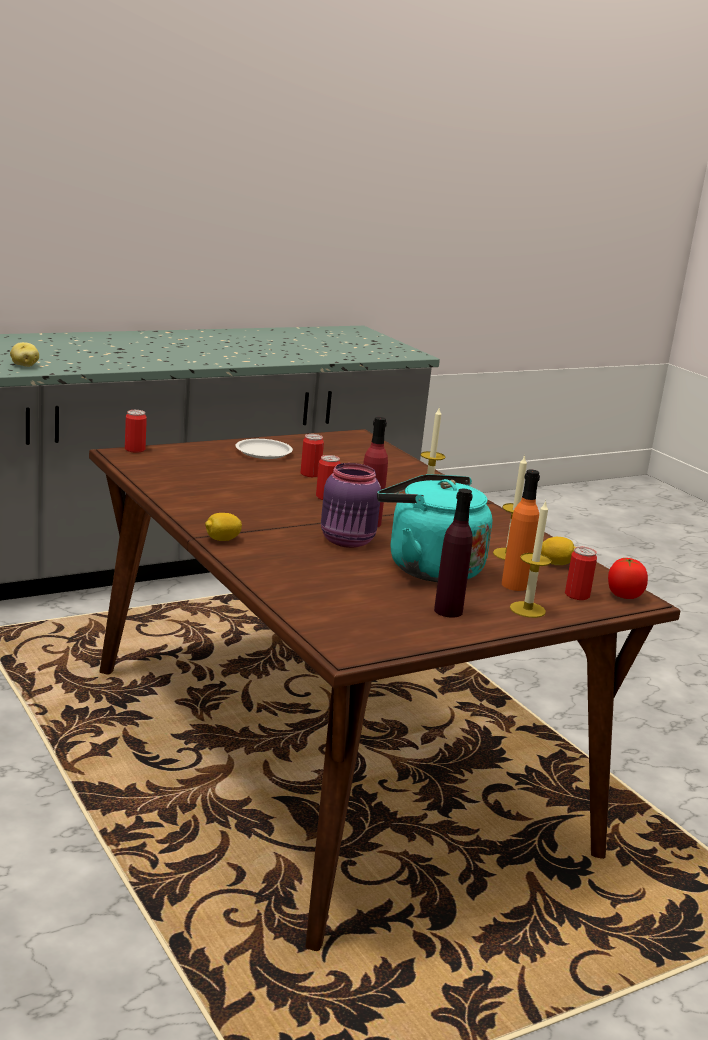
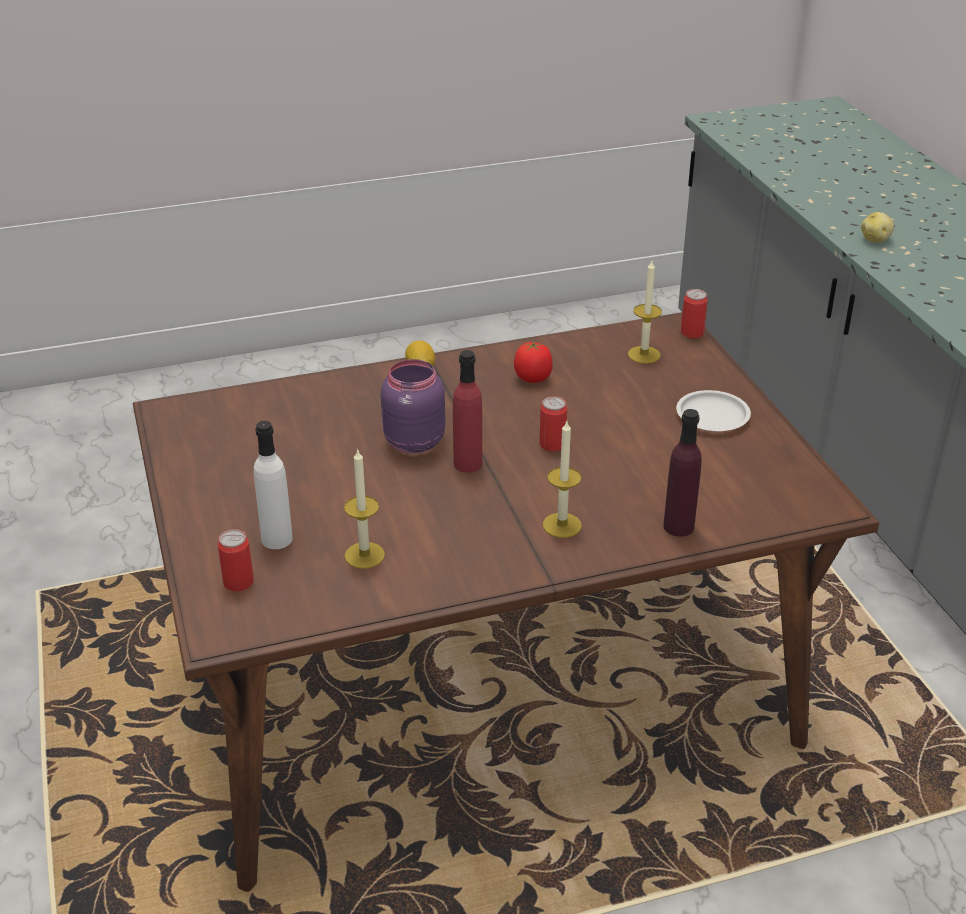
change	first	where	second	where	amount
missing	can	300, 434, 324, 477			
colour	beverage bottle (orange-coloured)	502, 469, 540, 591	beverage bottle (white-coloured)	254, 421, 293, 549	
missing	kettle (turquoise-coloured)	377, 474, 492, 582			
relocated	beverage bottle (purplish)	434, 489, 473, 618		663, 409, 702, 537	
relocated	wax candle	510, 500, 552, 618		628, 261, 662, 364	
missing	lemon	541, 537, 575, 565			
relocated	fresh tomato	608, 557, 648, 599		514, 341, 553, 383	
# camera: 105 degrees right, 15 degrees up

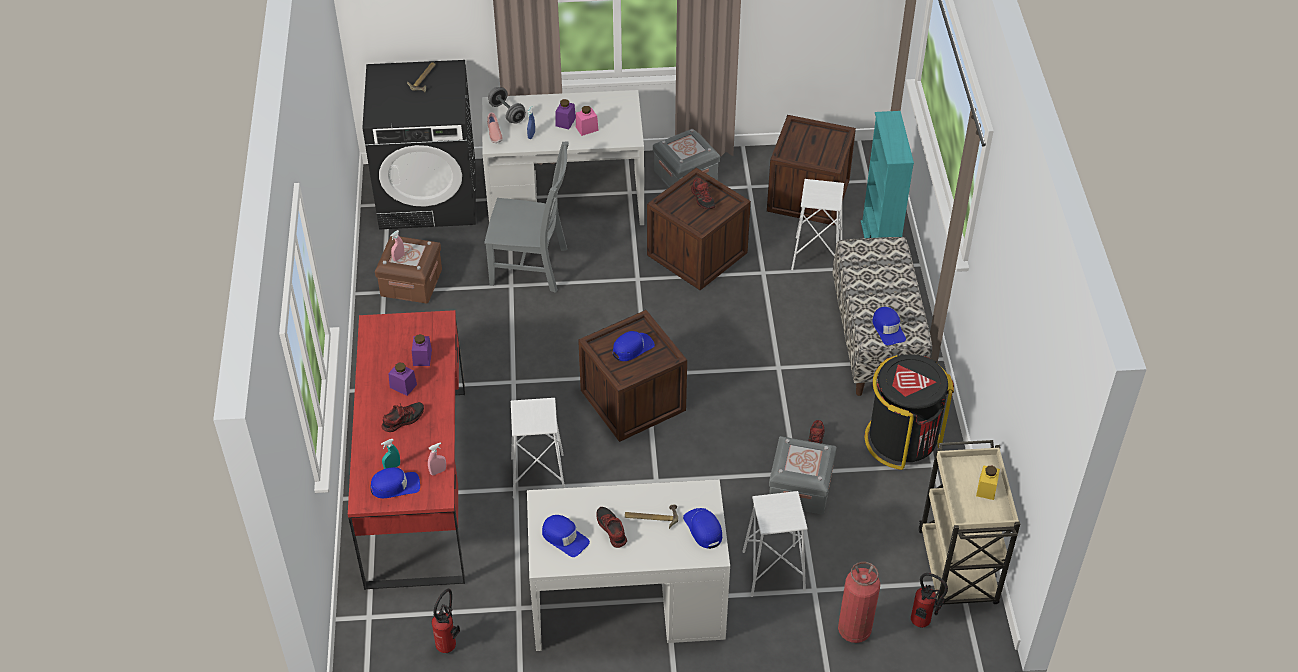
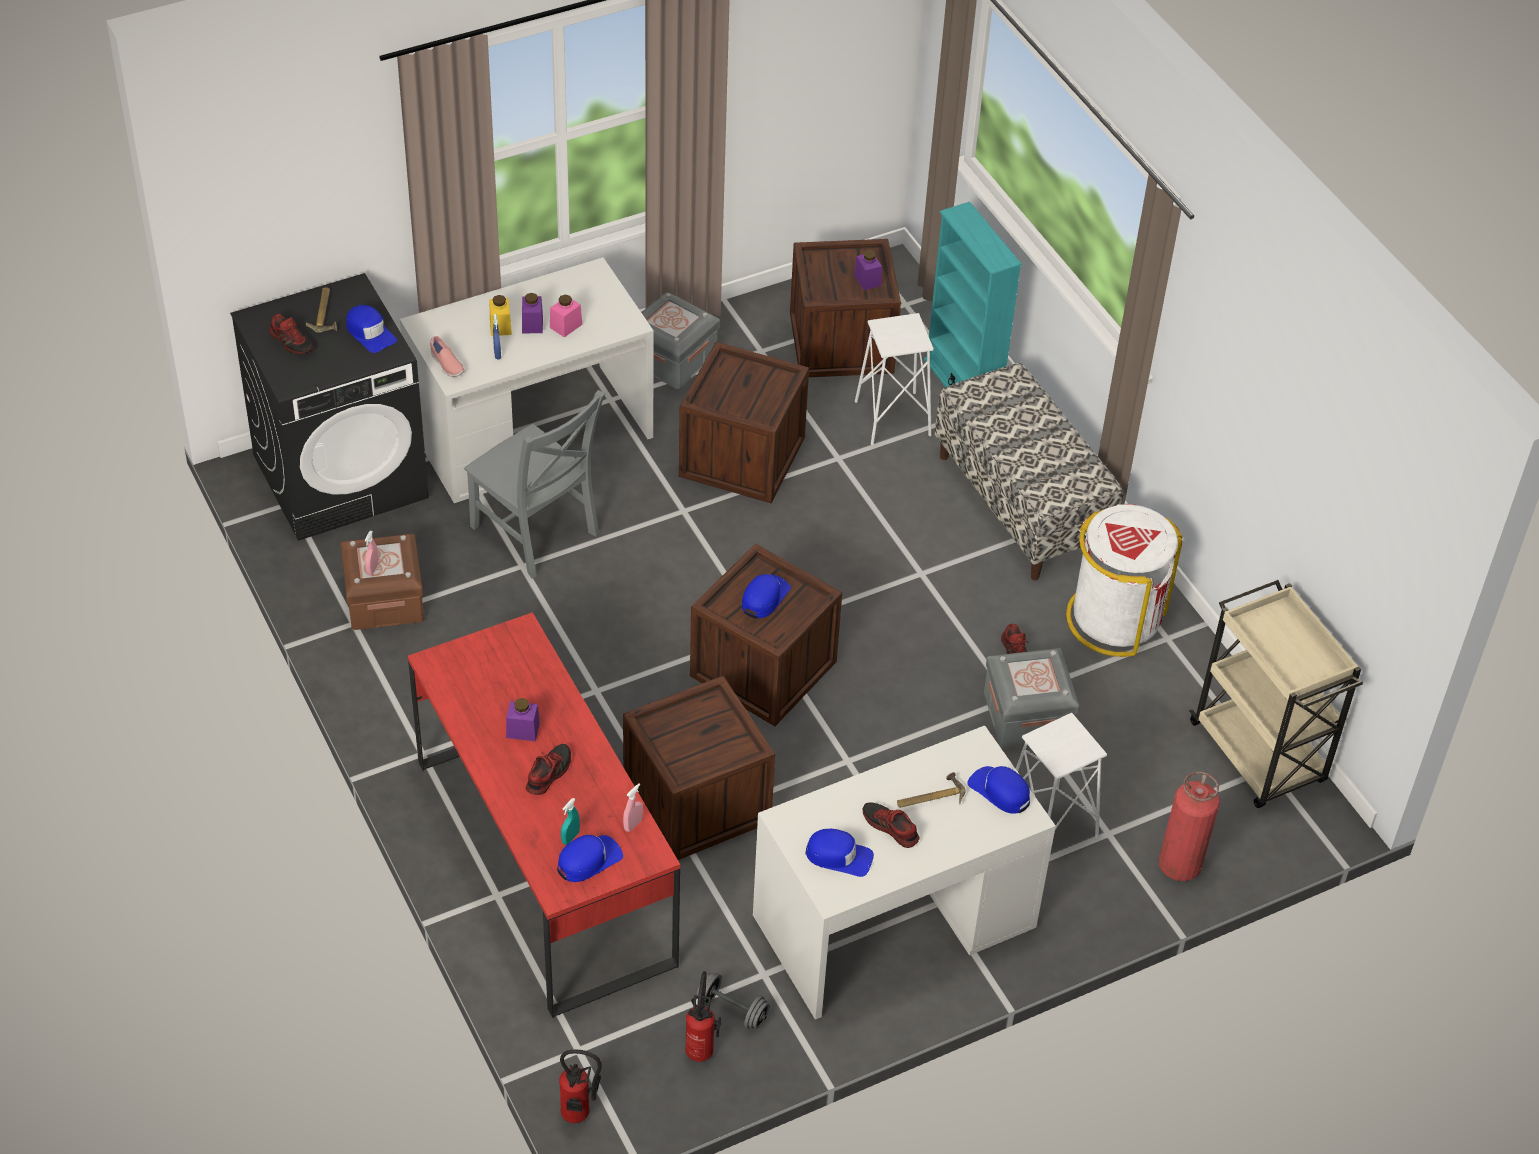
change	first	where	second	where	amount
relocated	hand weight (greyish)	488, 87, 526, 123		696, 973, 770, 1029	
spun	chair (greyish)	484, 141, 569, 293		464, 390, 605, 578	60 degrees clockwise
relocated	item of footwear	691, 178, 716, 209		269, 314, 314, 354	
relocated	peaked cap (blue-coloured)	872, 307, 906, 345		346, 305, 397, 353	
relocated	storage jar (purplish)	412, 334, 432, 366		854, 250, 882, 290	
colour	waste bin (black-coloured)	865, 354, 954, 470	waste bin (white-coloured)	1066, 504, 1183, 657	
exchanged	stool (white-coloured)	511, 398, 565, 499	crate	623, 676, 775, 860	
relocated	storage jar (yellow)	976, 465, 1000, 500		490, 295, 512, 336	
relocated	fire-fighting cylinder	911, 573, 948, 628		559, 1050, 602, 1123	
# camera: 25 degrees left, 0 degrees up

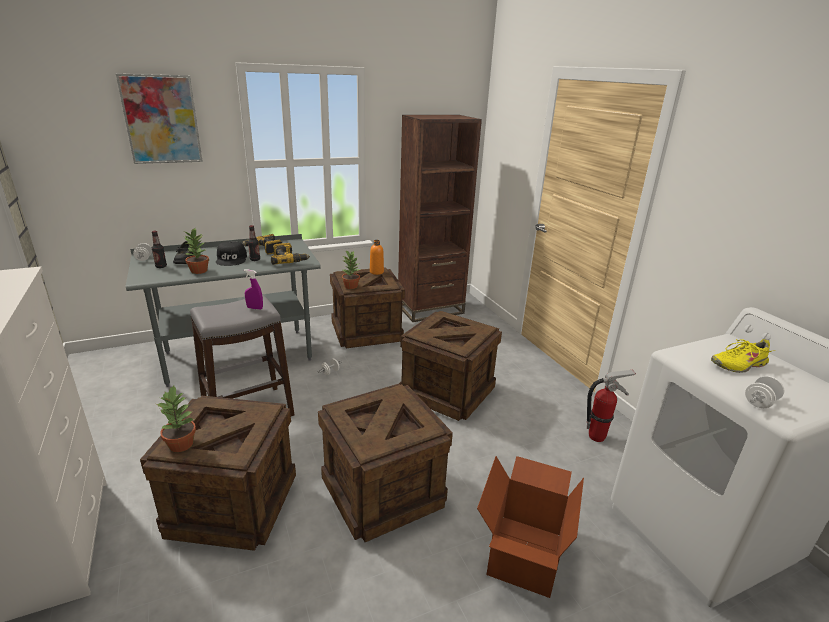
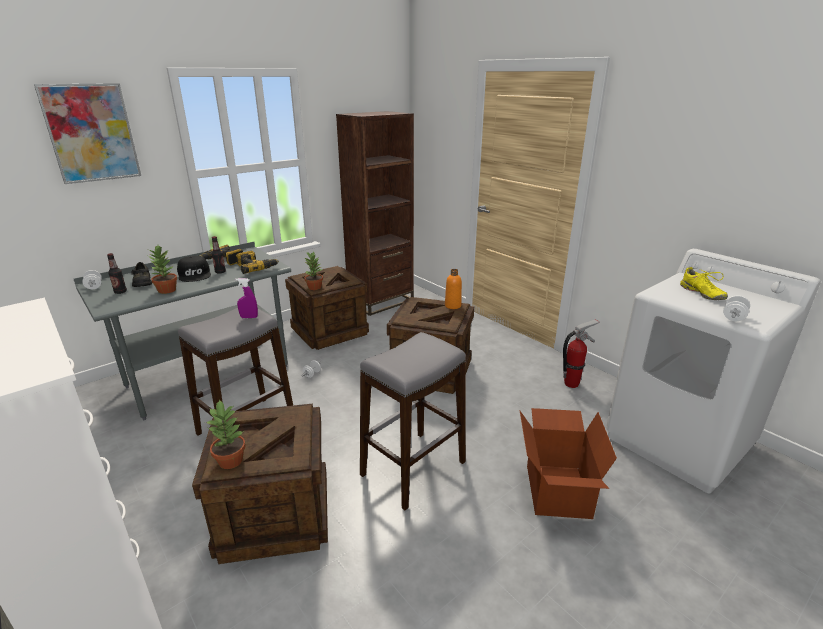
change	first	where	second	where	amount
relocated	beverage bottle (orange-coloured)	370, 240, 384, 275		445, 269, 462, 309	
spun	item of footwear (yellow)	711, 339, 775, 373		680, 267, 728, 300	75 degrees counterclockwise
exchanged	crate	318, 383, 453, 542	stool (greyish)	360, 332, 466, 510	
# camera: 15 degrees left, 0 degrees up

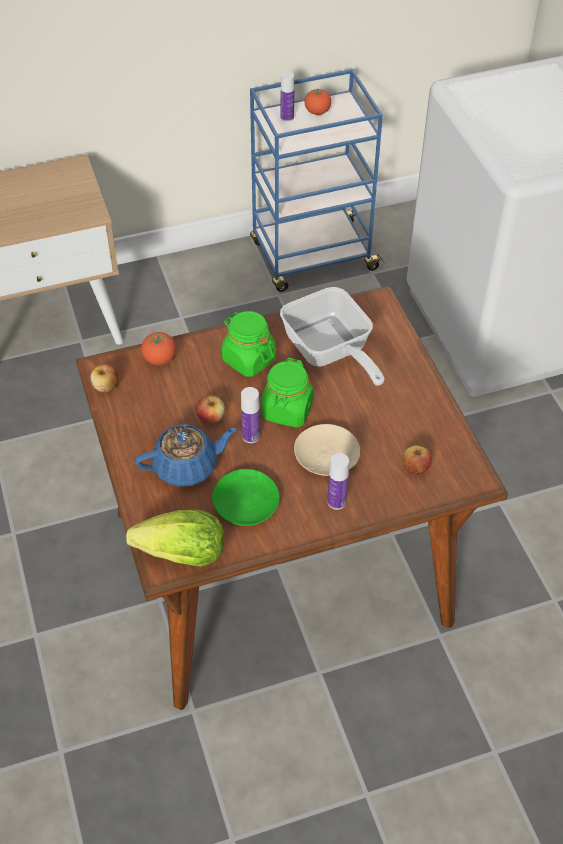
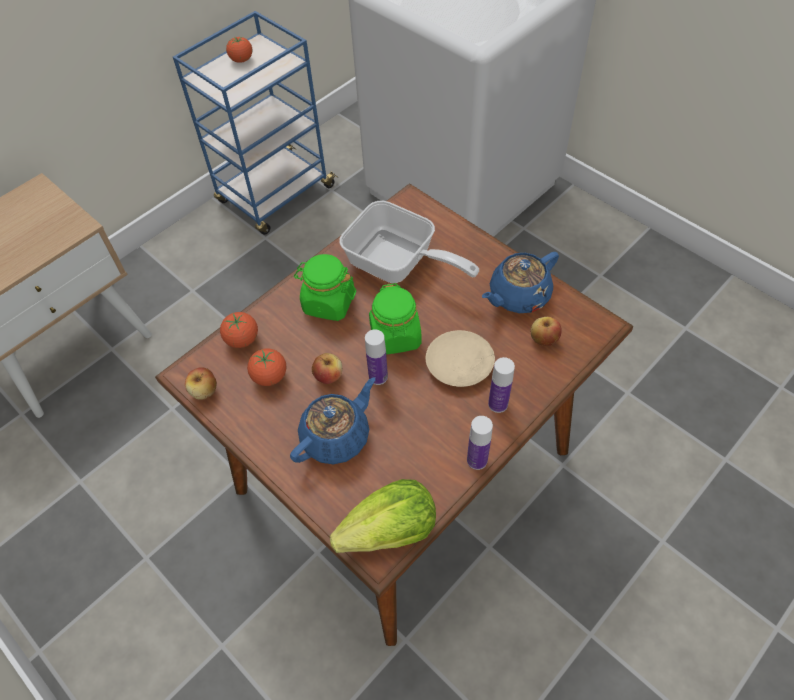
change	first	where	second	where	amount
relocated	beverage bottle	281, 72, 294, 122		467, 416, 493, 470	
missing	dinner plate (green-coloured)	212, 469, 279, 526			
appeared			teapot (blue-coloured)	482, 252, 559, 313	
appeared			fresh tomato	247, 348, 286, 386	
# camera: 25 degrees left, 5 degrees up

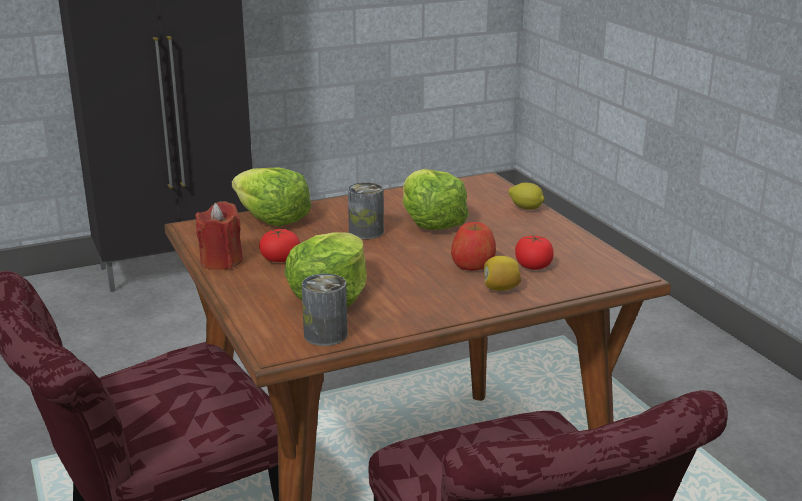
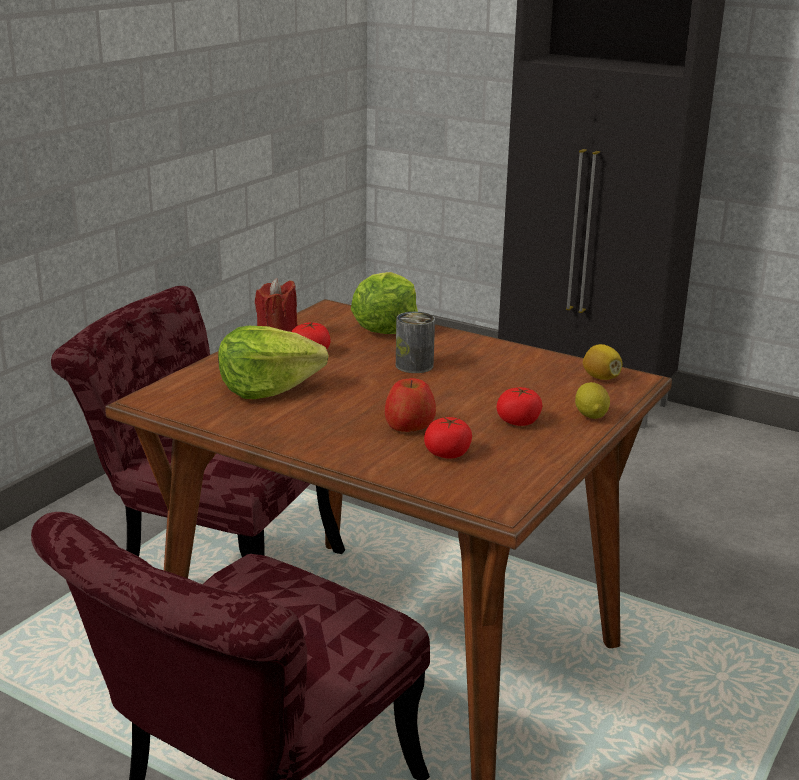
change	first	where	second	where	amount
missing	head of lettuce	403, 169, 469, 230			
relocated	lemon	484, 256, 521, 291		583, 344, 622, 380	
missing	can	302, 274, 348, 346			
appeared			fresh tomato	497, 387, 543, 426	
# camera: 55 degrees right, 0 degrees up

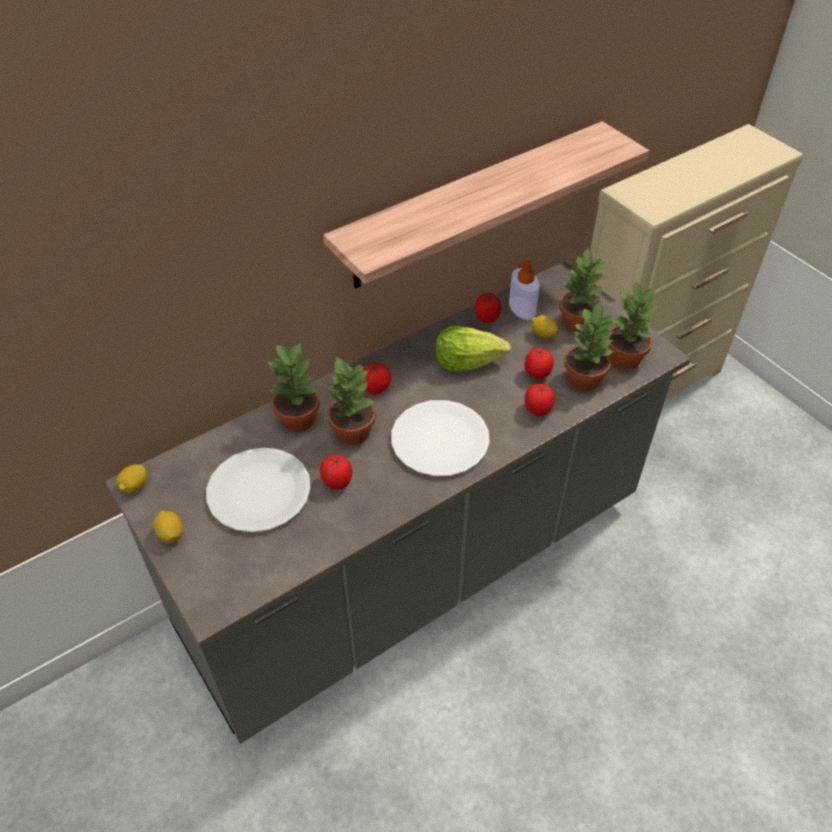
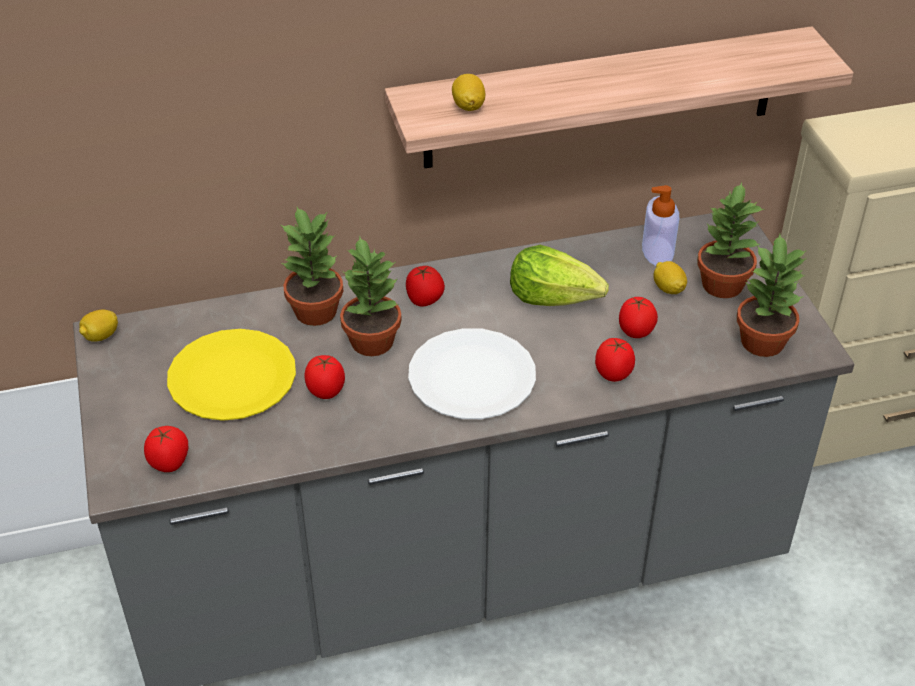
change	first	where	second	where	amount
relocated	fresh tomato	474, 293, 501, 323		144, 426, 188, 472	
missing	potted plant	564, 302, 617, 391			
colour	dinner plate (white-coloured)	206, 448, 311, 532	dinner plate (yellow)	167, 329, 296, 421	
relocated	lemon	153, 511, 183, 543		452, 74, 485, 111	
# camera: 20 degrees right, 5 degrees down

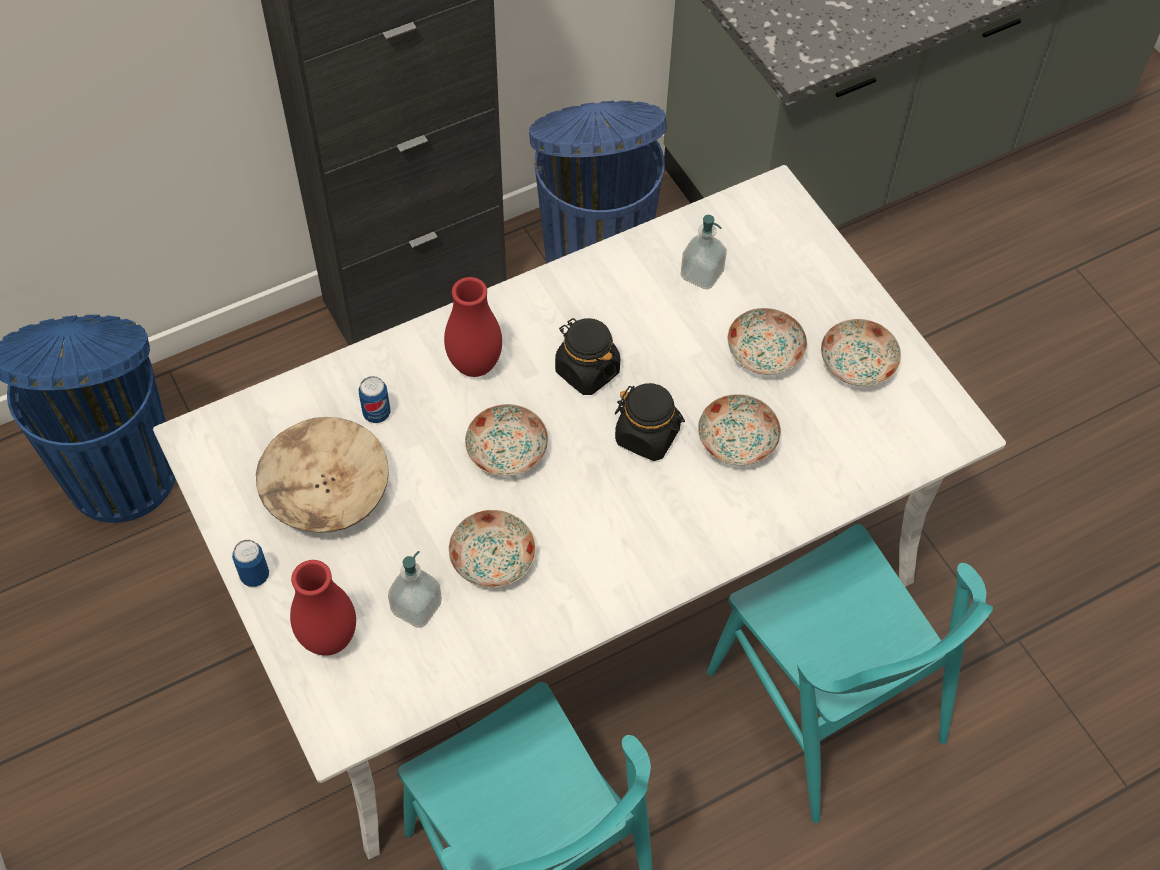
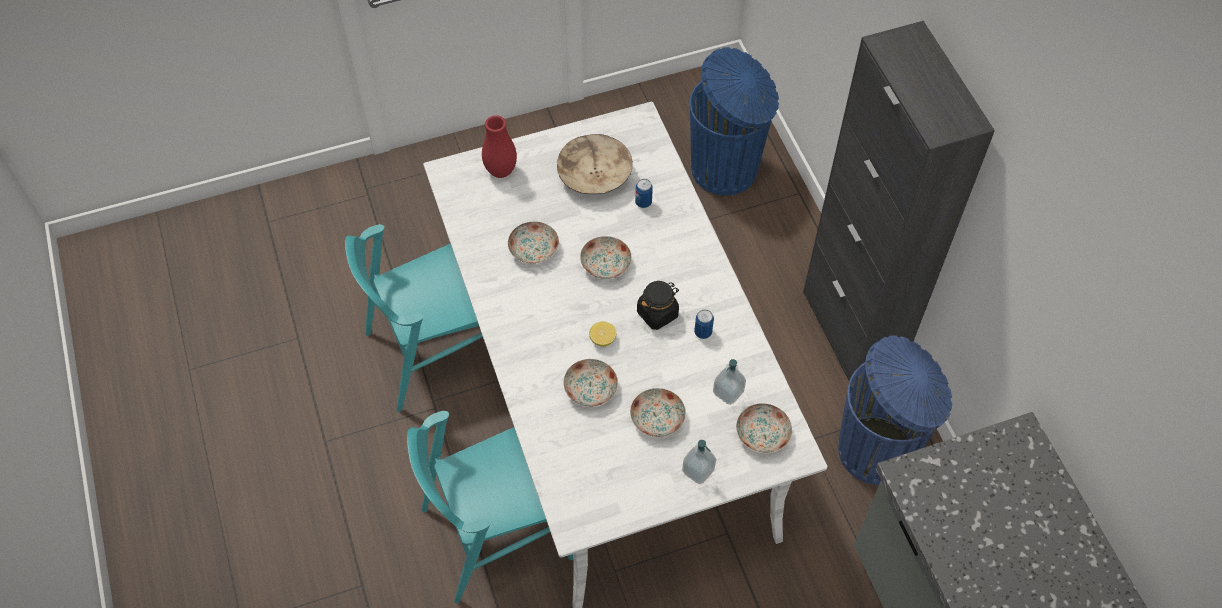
change	first	where	second	where	amount
missing	flower vase (red-coloured)	444, 277, 502, 377			
relocated	dinner plate	821, 319, 901, 386		736, 403, 792, 453	
exchanged	storage jar (black-coloured)	615, 383, 685, 461	lemon	589, 321, 616, 347	
relocated	can	232, 540, 269, 587		694, 309, 714, 339	
relocated	soap dispenser	388, 551, 442, 628		682, 440, 716, 484	
# camera: 100 degrees right, 0 degrees up

